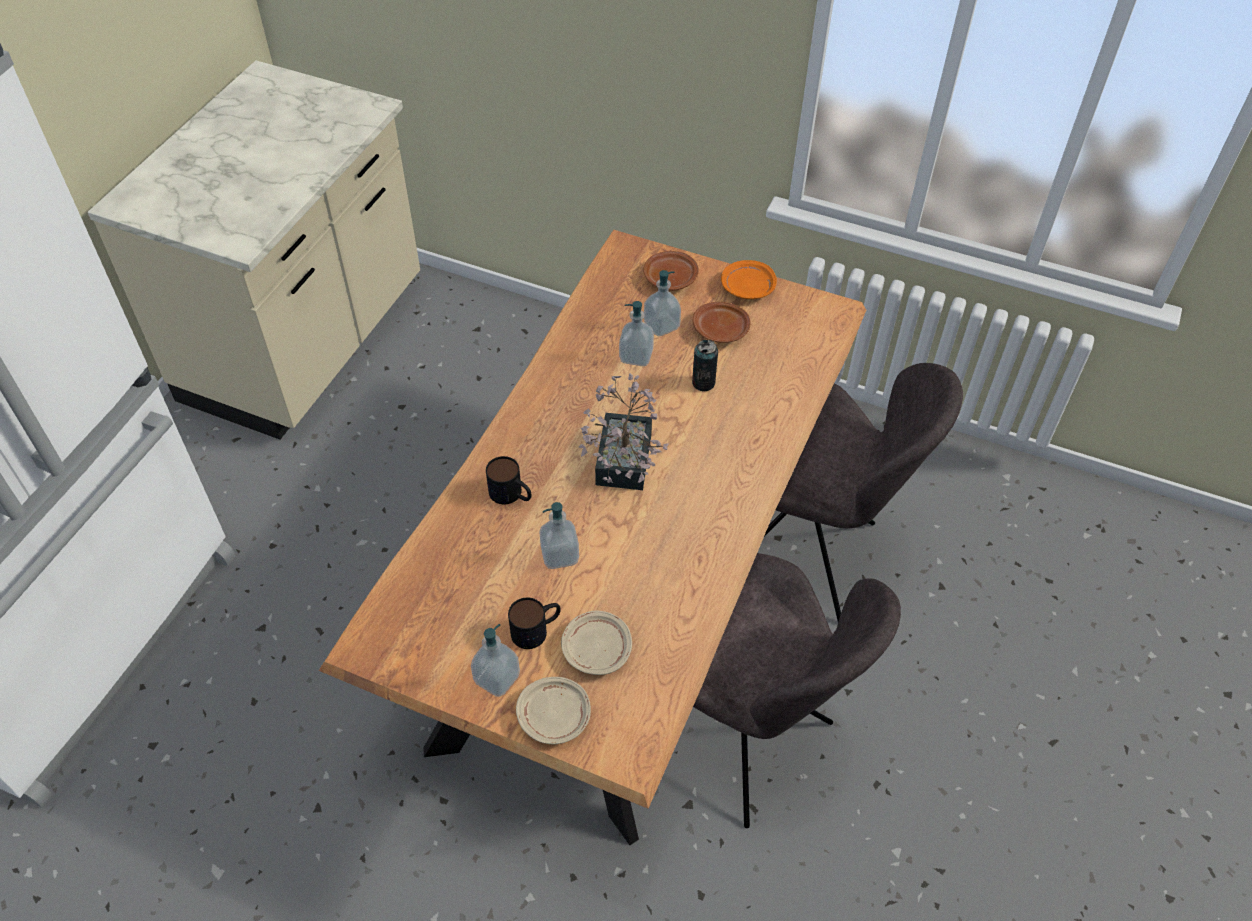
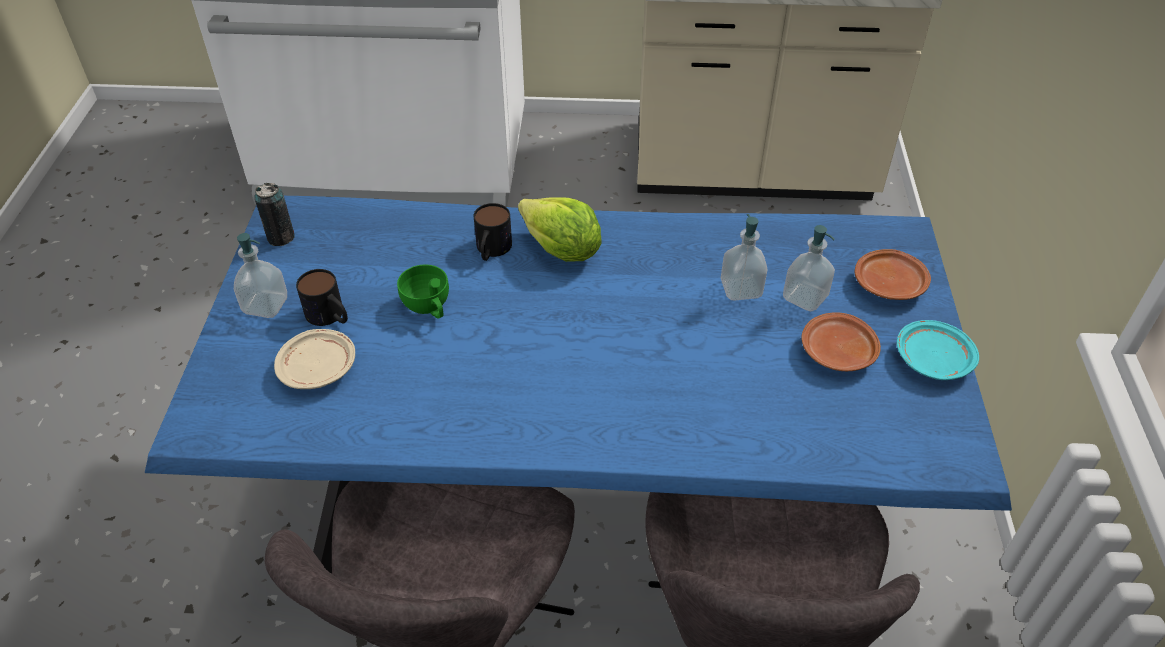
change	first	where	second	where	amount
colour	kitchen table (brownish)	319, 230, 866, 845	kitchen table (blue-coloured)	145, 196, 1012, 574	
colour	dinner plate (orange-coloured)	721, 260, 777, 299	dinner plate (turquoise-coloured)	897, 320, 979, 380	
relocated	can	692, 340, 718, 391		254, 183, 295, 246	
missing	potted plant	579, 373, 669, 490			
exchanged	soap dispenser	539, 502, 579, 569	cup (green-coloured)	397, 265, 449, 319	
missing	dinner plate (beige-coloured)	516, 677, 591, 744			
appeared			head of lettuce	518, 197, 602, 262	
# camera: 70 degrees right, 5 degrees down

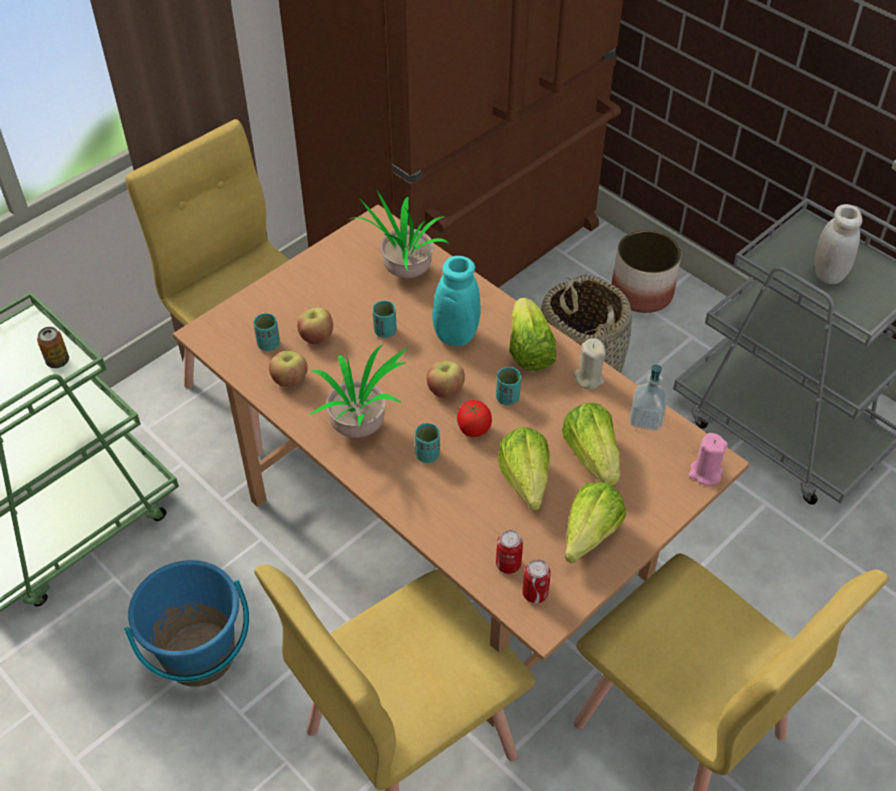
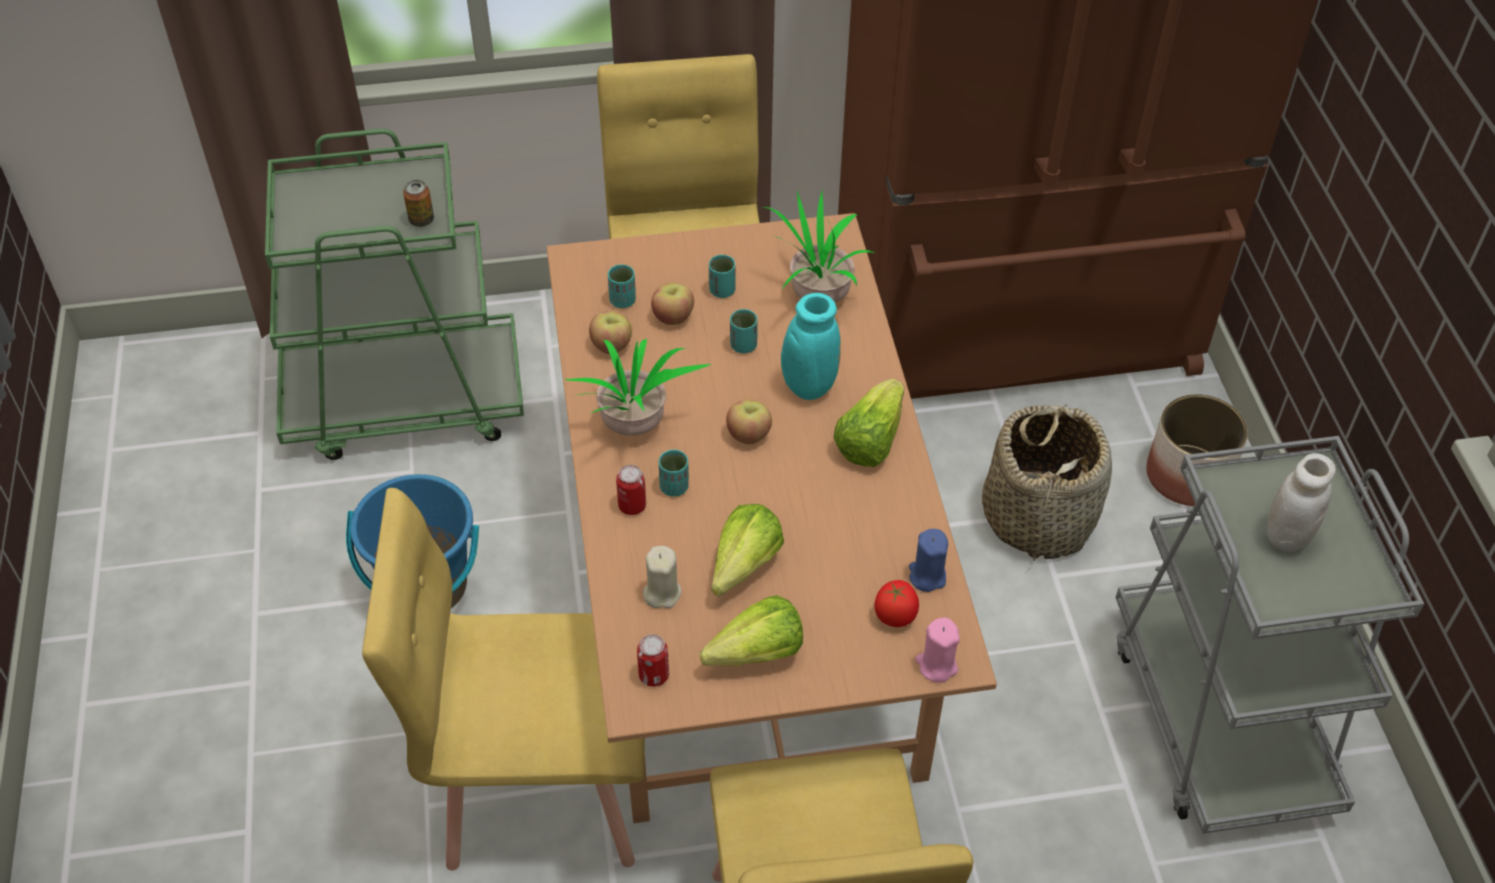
change	first	where	second	where	amount
relocated	wax candle (beige-coloured)	573, 338, 606, 390		643, 546, 682, 608	
exchanged	soap dispenser	629, 364, 668, 431	wax candle (blue-coloured)	909, 529, 948, 592	
relocated	cup (turquoise-coloured)	496, 367, 521, 405		709, 255, 736, 298	
relocated	fresh tomato	457, 400, 492, 437		875, 580, 919, 627	
missing	head of lettuce	562, 403, 620, 486			
relocated	can	496, 530, 523, 574		616, 465, 646, 515	
# camera: 35 degrees right, 0 degrees up

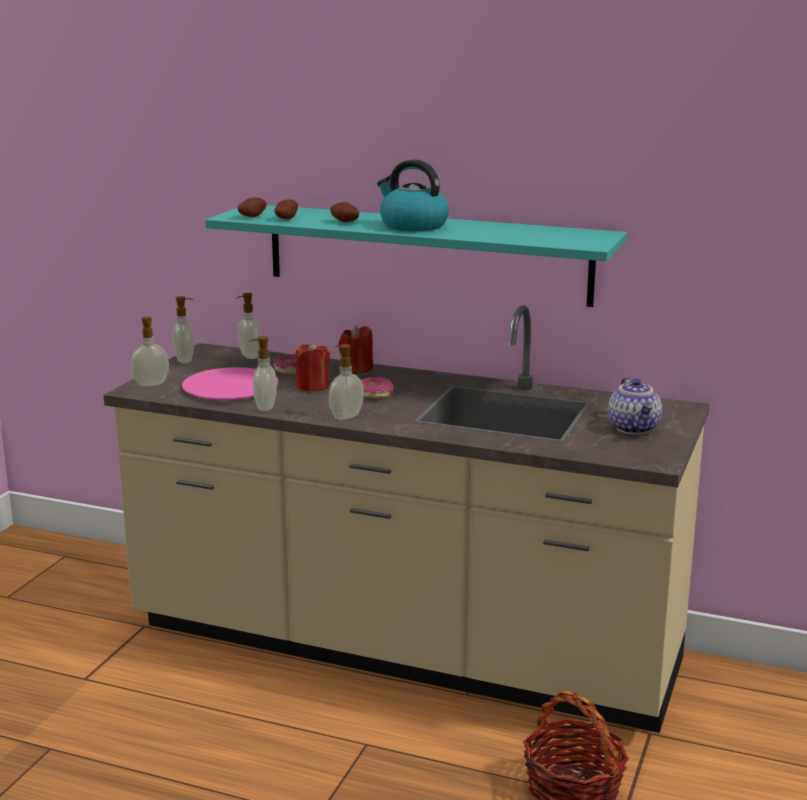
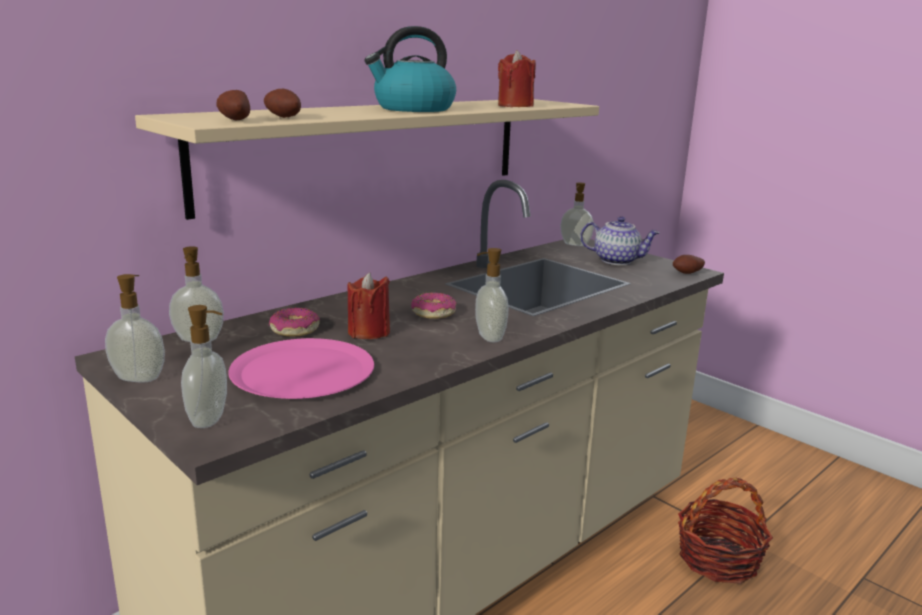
change	first	where	second	where	amount
relocated	whole potato	330, 202, 359, 222		673, 255, 705, 274	
colour	wall shelf (turquoise-coloured)	205, 205, 627, 307	wall shelf (beige-coloured)	135, 99, 599, 220	
relocated	wax candle (red-coloured)	339, 325, 373, 374		498, 50, 536, 107	
relocated	soap dispenser	249, 336, 277, 411		560, 182, 594, 246	
# camera: 65 degrees left, 0 degrees up

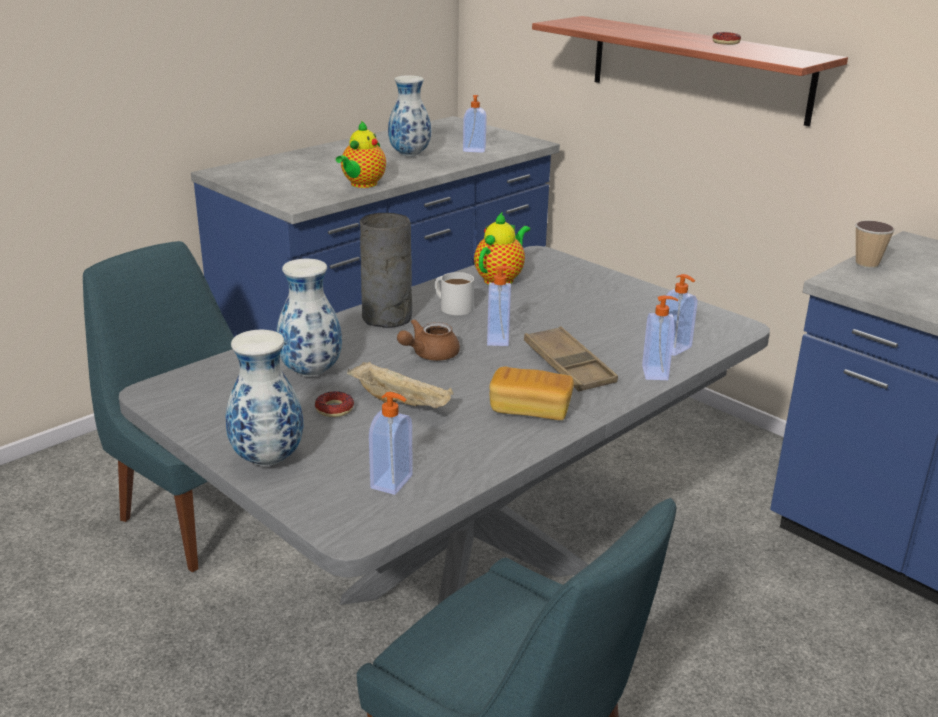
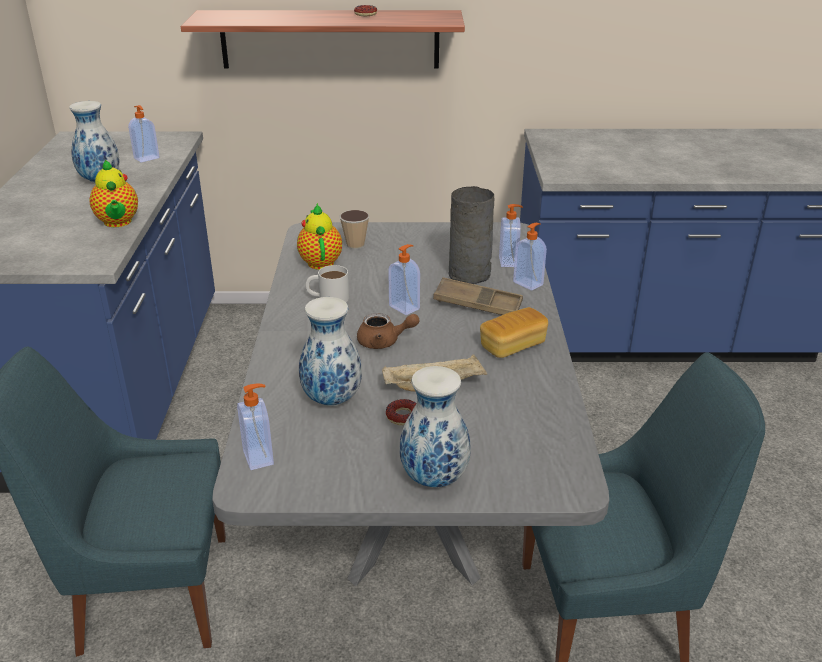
change	first	where	second	where	amount
relocated	flower vase (greyish)	360, 213, 412, 328		449, 186, 494, 284	
relocated	cup	855, 221, 895, 269		340, 210, 369, 249	
spun	teapot (brownish)	397, 319, 460, 361		357, 313, 420, 349	90 degrees counterclockwise
relocated	soap dispenser	369, 392, 413, 495		237, 383, 274, 470	
# camera: 45 degrees left, 5 degrees up

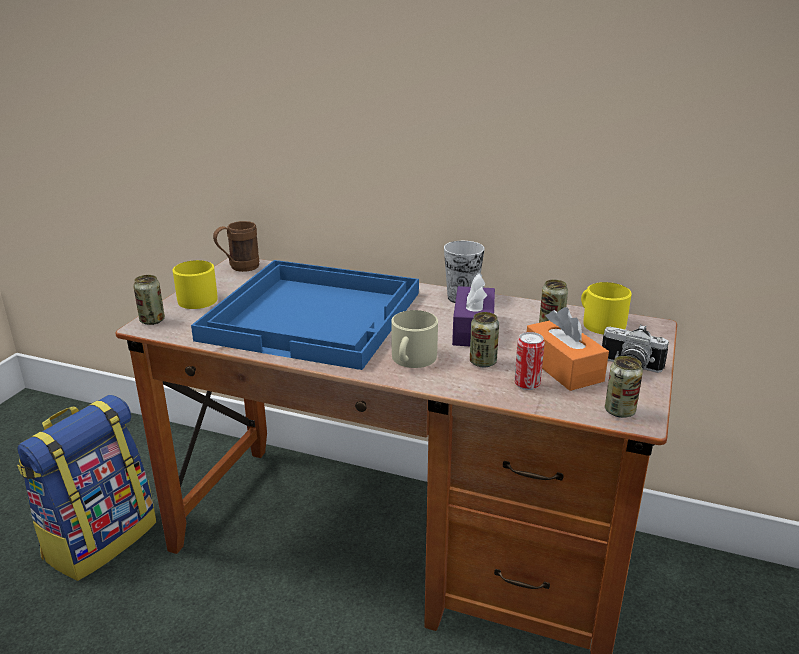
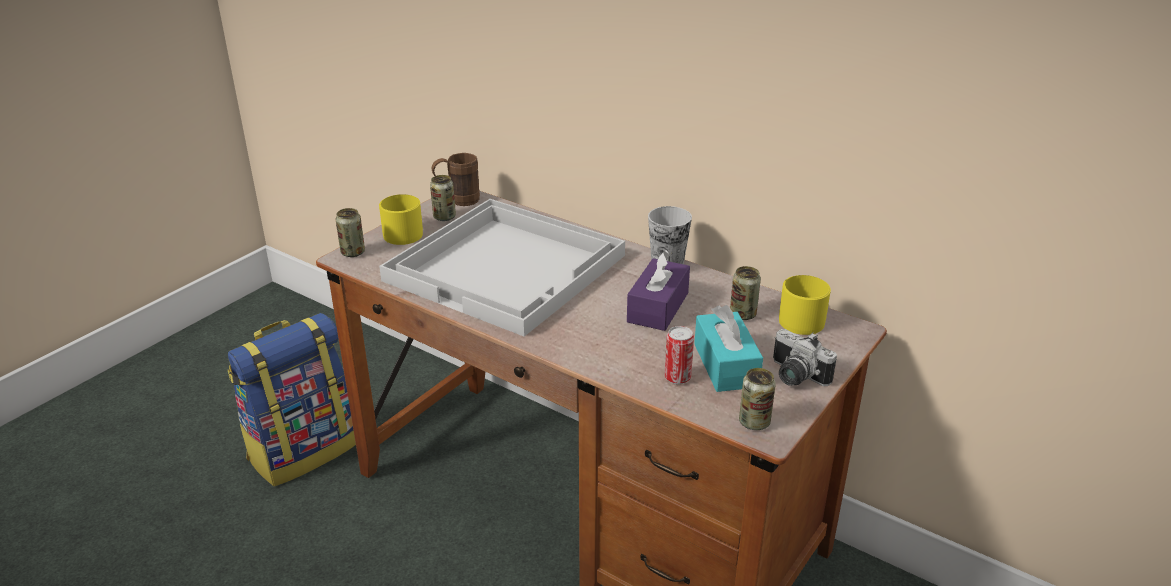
change	first	where	second	where	amount
colour	tray (blue-coloured)	191, 260, 419, 370	tray (white-coloured)	379, 199, 625, 337	
colour	box of tissues (orange-coloured)	527, 307, 609, 391	box of tissues (turquoise-coloured)	694, 305, 763, 392	
missing	coffee mug (beige-coloured)	391, 310, 438, 368			
relocated	can	470, 312, 499, 367		430, 175, 456, 221	
# camera: 15 degrees right, 5 degrees up

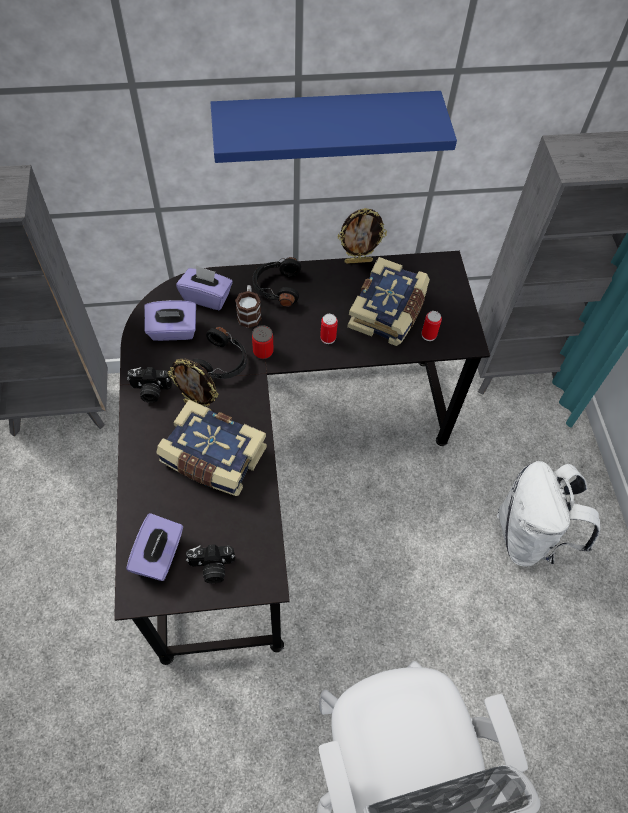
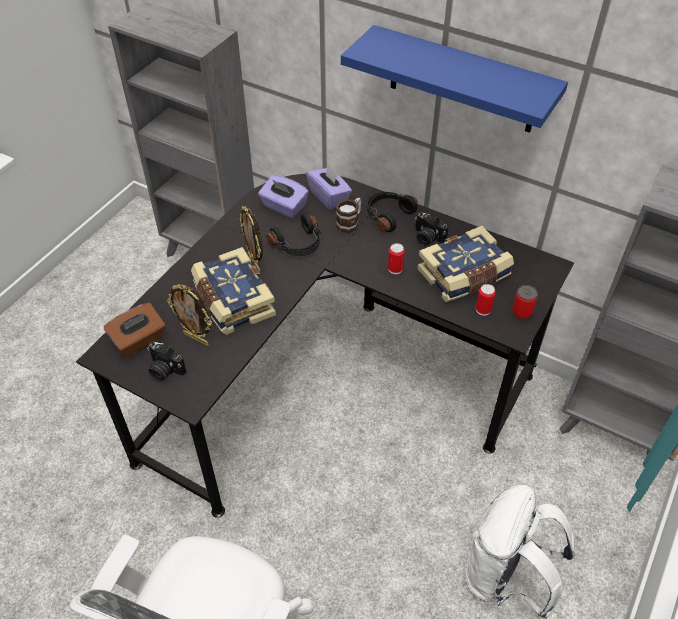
change	first	where	second	where	amount
relocated	standing frame	337, 208, 387, 264		167, 284, 212, 346	
relocated	can	252, 325, 274, 359		512, 285, 538, 319	
relocated	still camera	127, 367, 172, 403		415, 212, 449, 246	
colour	box of tissues (purplish)	126, 513, 183, 581	box of tissues (brownish)	104, 303, 165, 357	
# camera: 40 degrees right, 10 degrees down

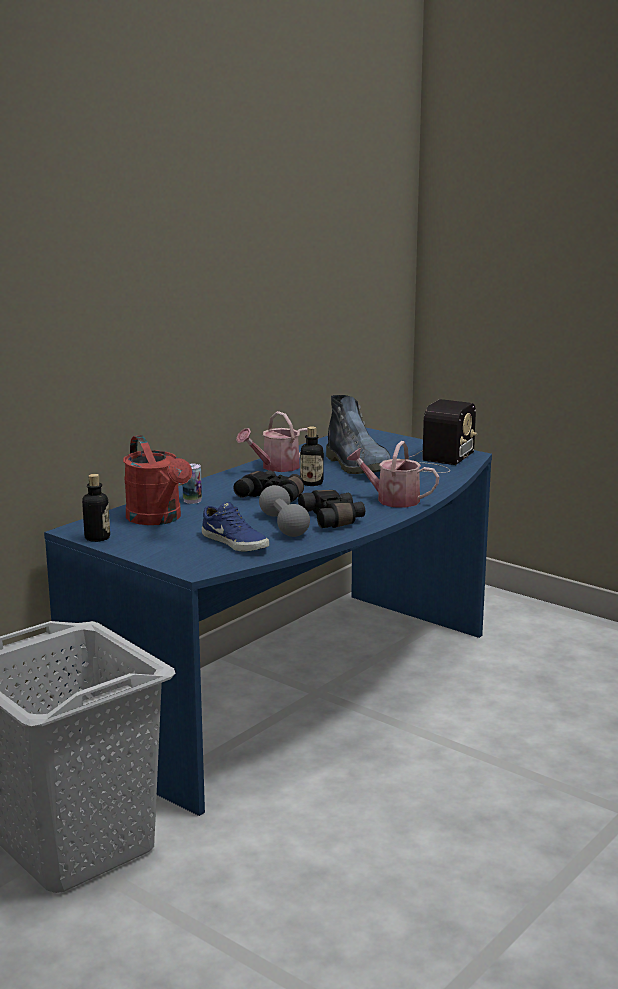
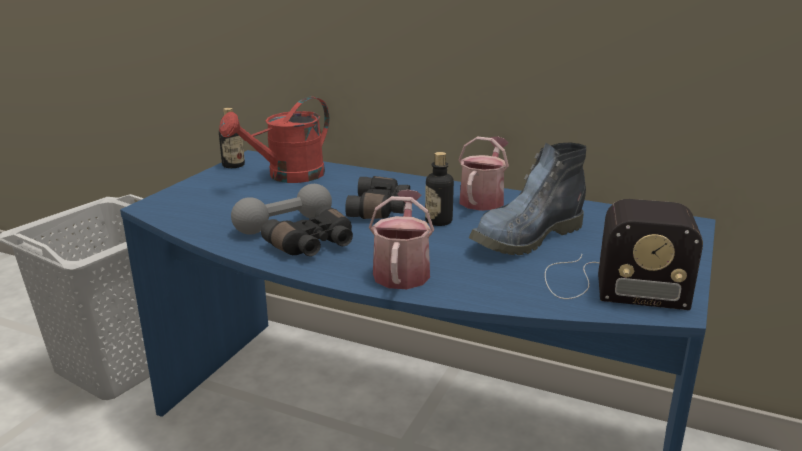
change	first	where	second	where	amount
spun	sprinkling can	236, 411, 307, 472		458, 136, 509, 211	75 degrees clockwise
missing	can	183, 464, 202, 504			
missing	item of footwear (blue-coloured)	202, 502, 269, 552			
# camera: 75 degrees right, 5 degrees up

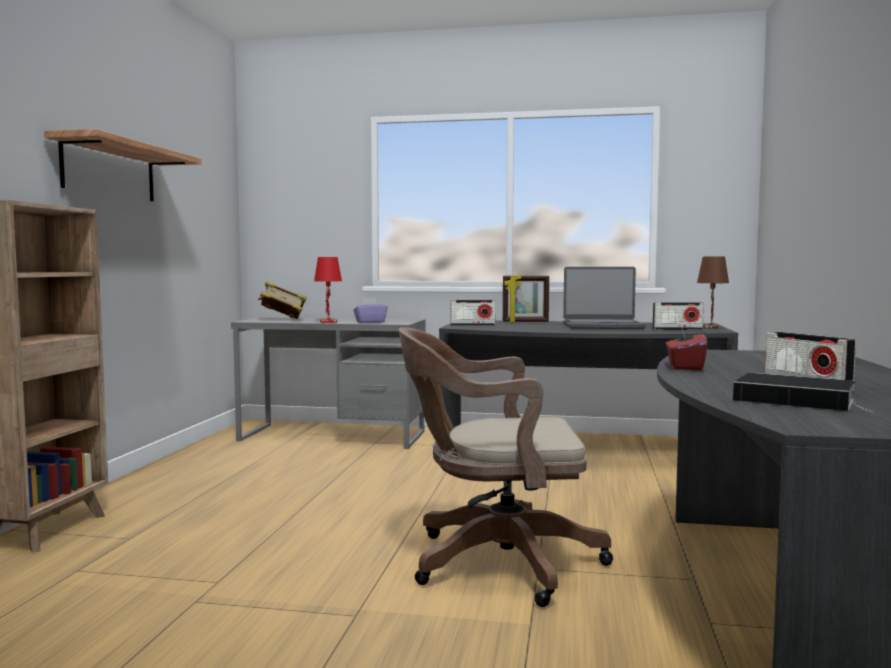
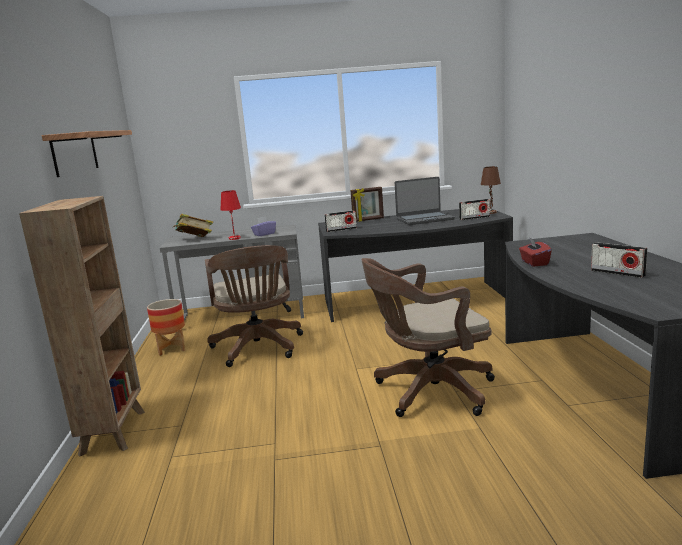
change	first	where	second	where	amount
missing	volume	733, 373, 873, 412			
appeared			office chair (brownish)	205, 245, 303, 367	
appeared			plant pot	147, 299, 185, 356	
# camera: 15 degrees left, 10 degrees up

